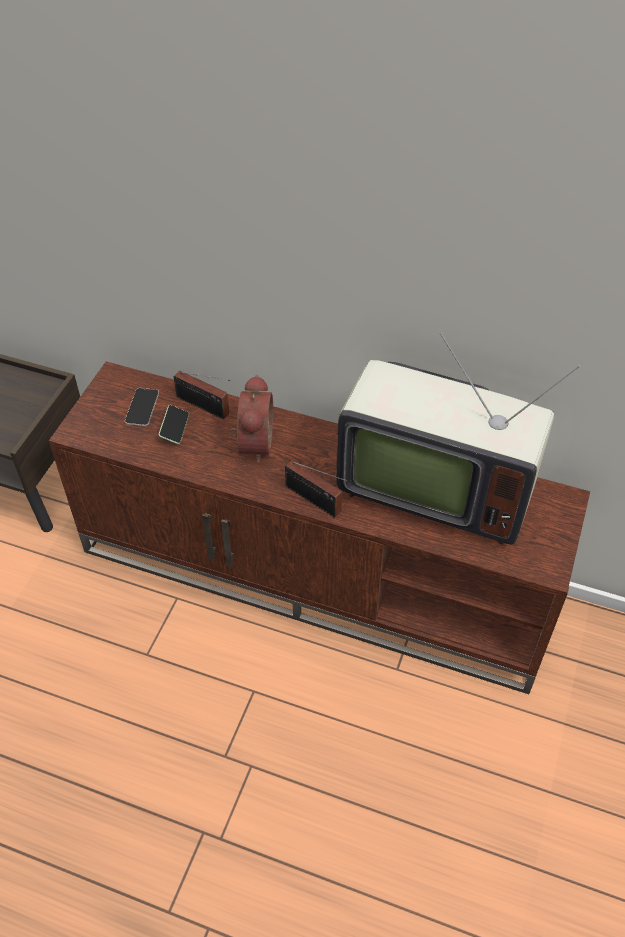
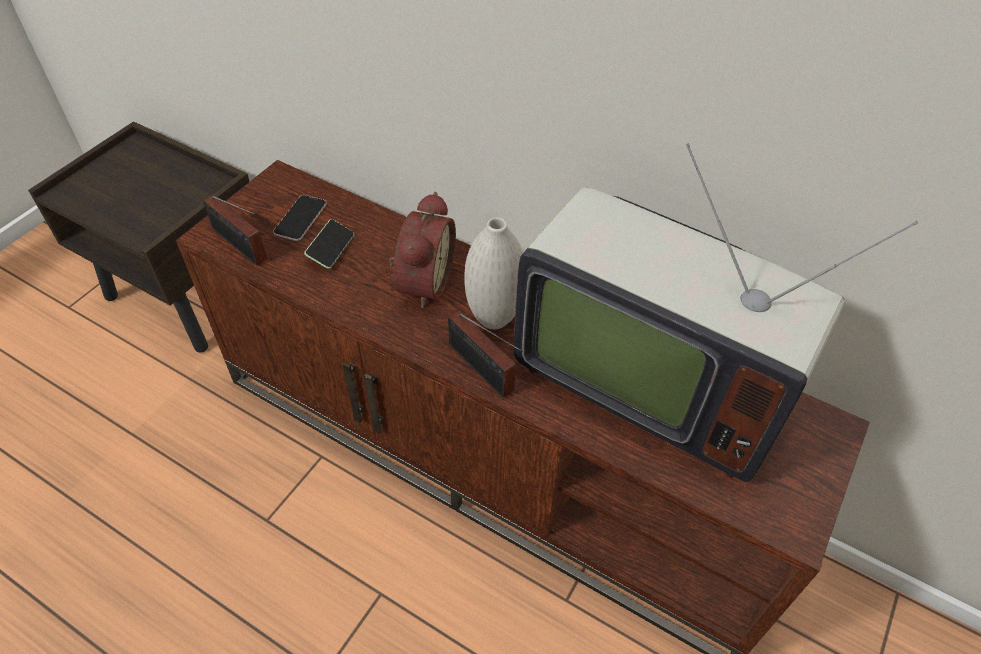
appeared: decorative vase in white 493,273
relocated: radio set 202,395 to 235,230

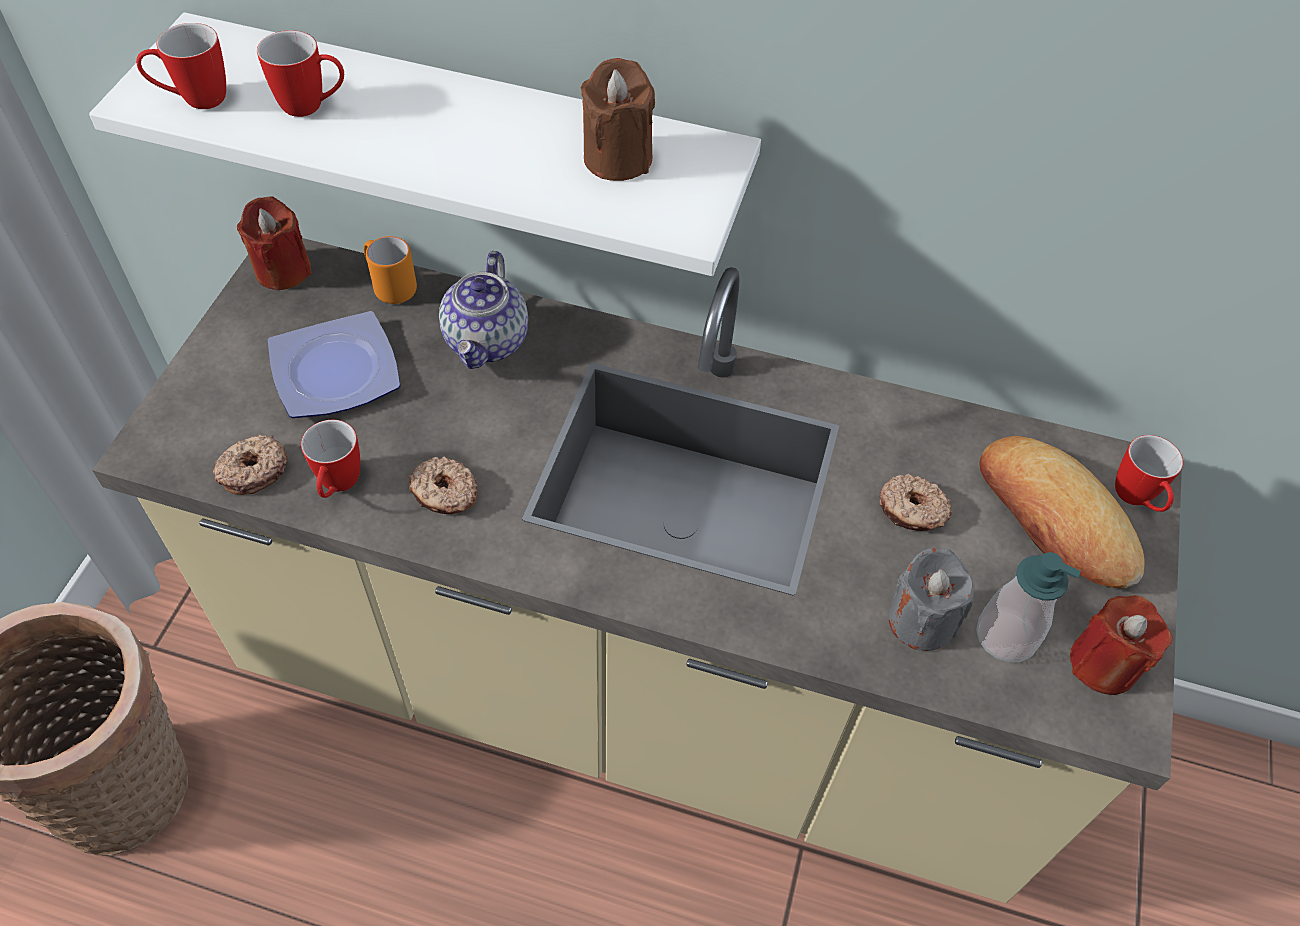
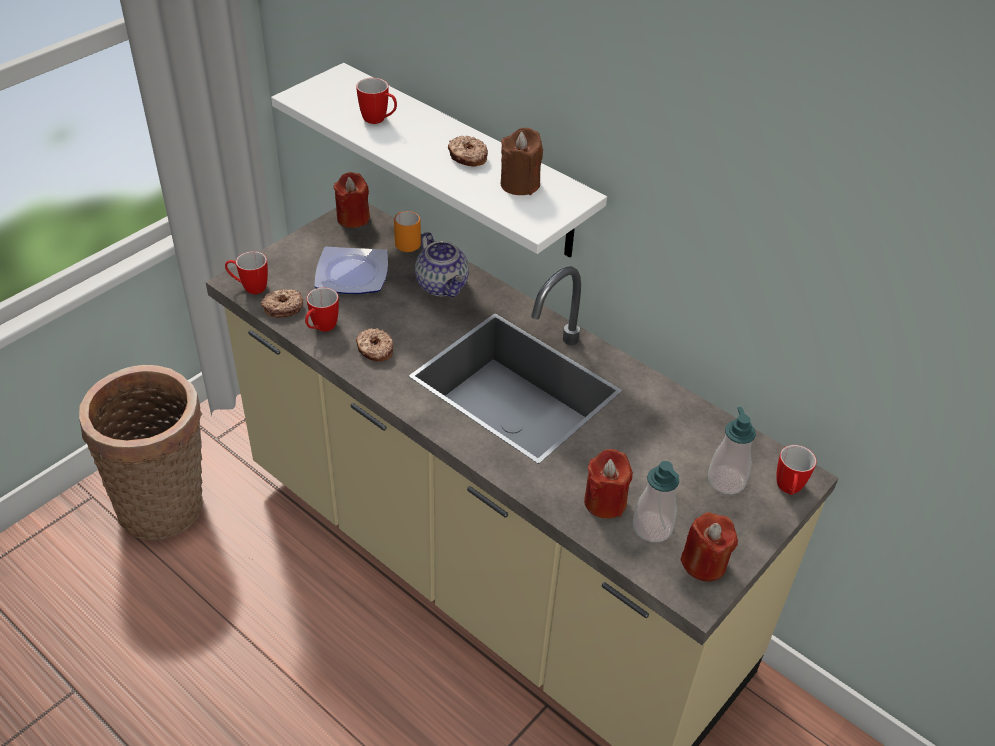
relocated: coffee mug 181,66 to 246,272; doughnut 915,502 to 468,151
exchanged: bakery bread 1062,512 to liquid soap bottle 732,450
colour: candle in grey 932,599 to candle in red-coloured 608,484
spun: tea pot 483,310 = 442,264 60 degrees counterclockwise

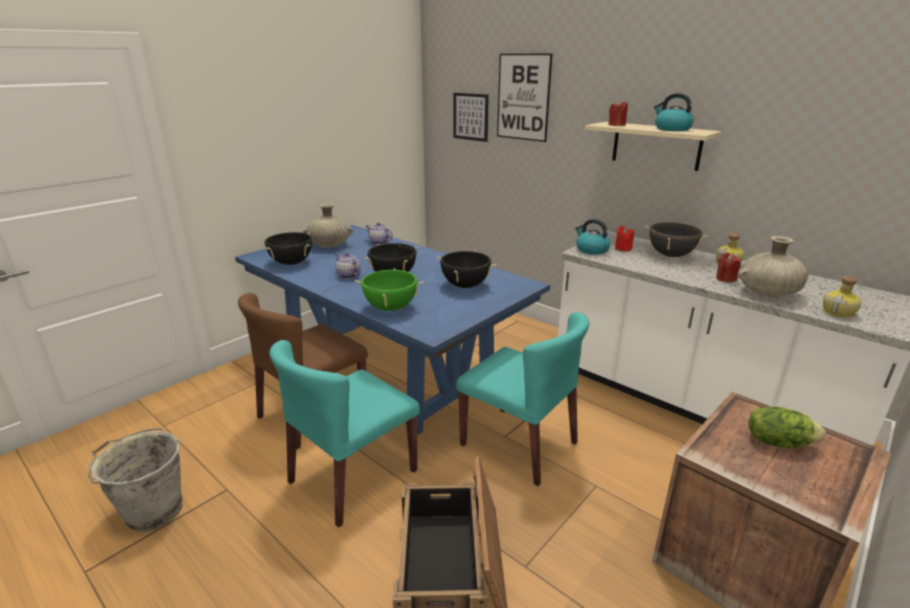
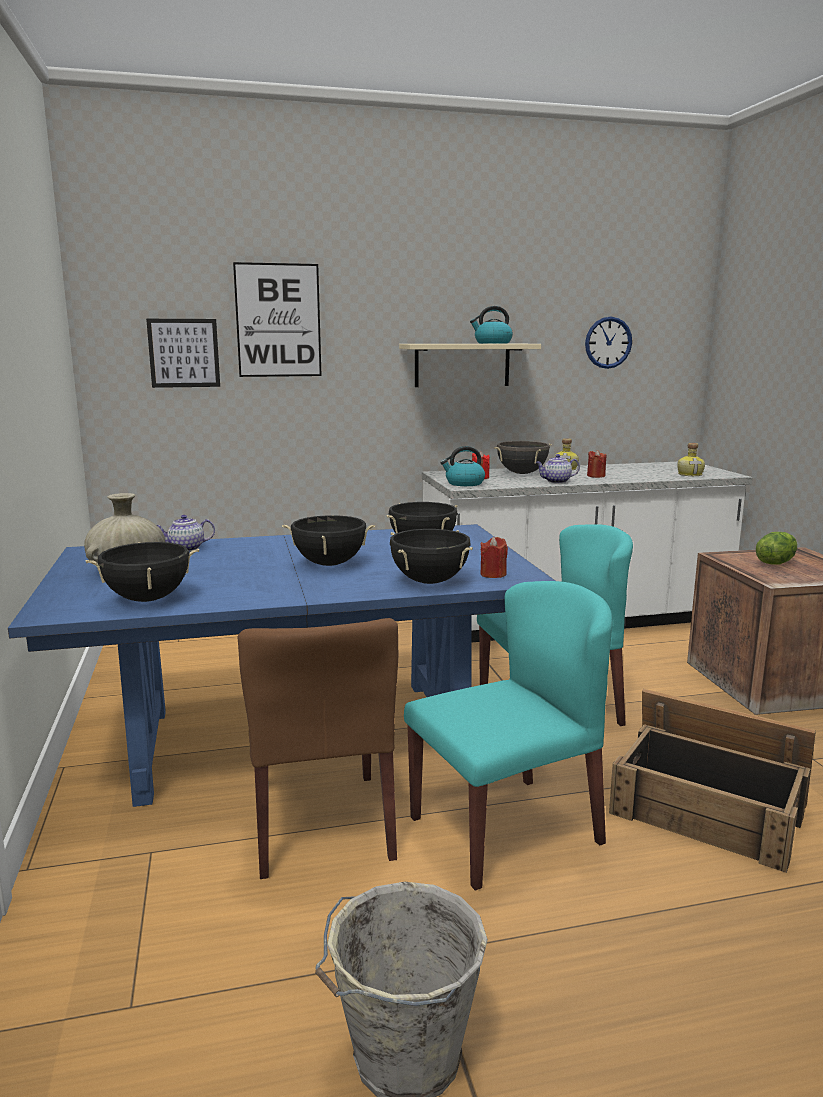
missing: decorative vase in sand-coloured 773,266
appeared: wall clock 608,343
relocated: tea pot 348,266 to 558,468; candle in red-coloured 618,113 to 494,557
colour: saucepot in green 389,289 to saucepot in black 431,556
spun: chair in turquoise 345,434 = 508,736 105 degrees counterclockwise

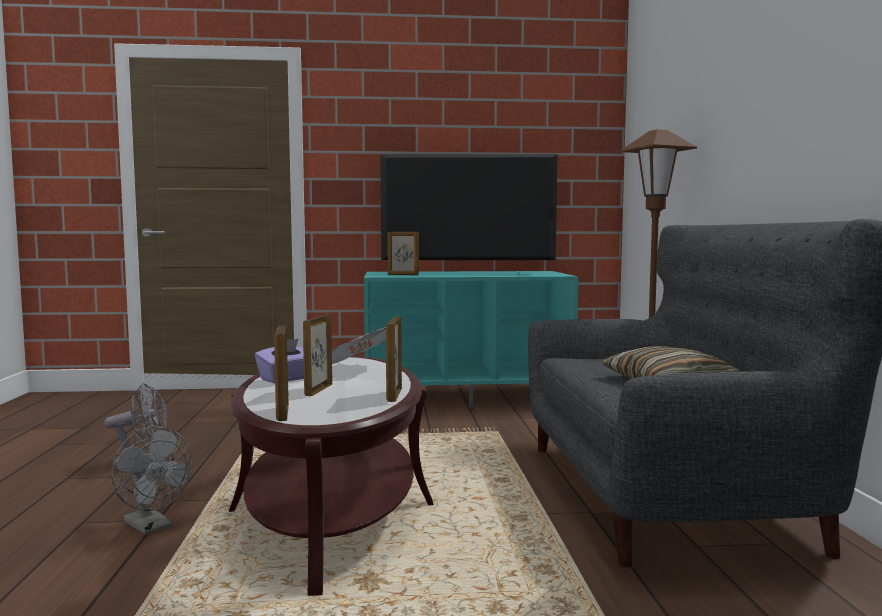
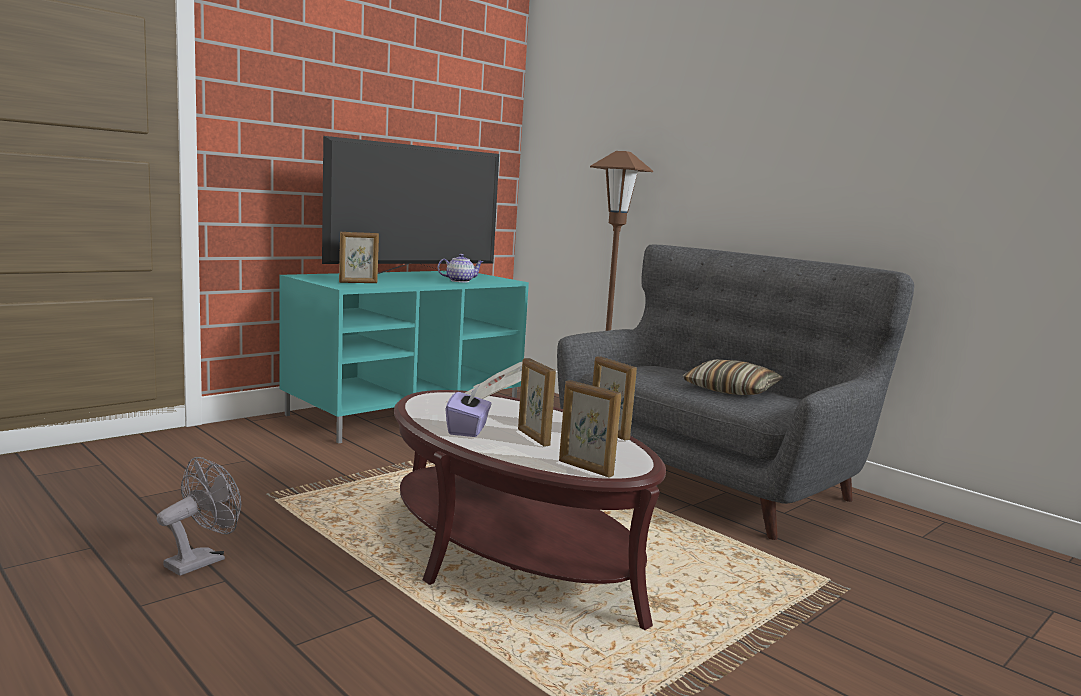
missing: cooling fan in grey 151,480
appeared: tea pot 461,268

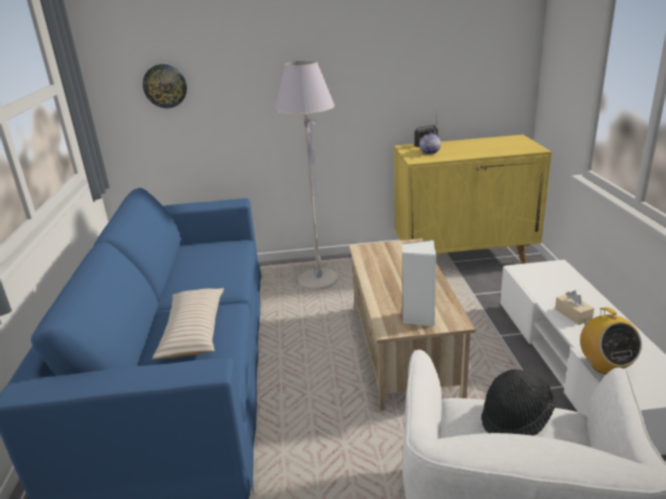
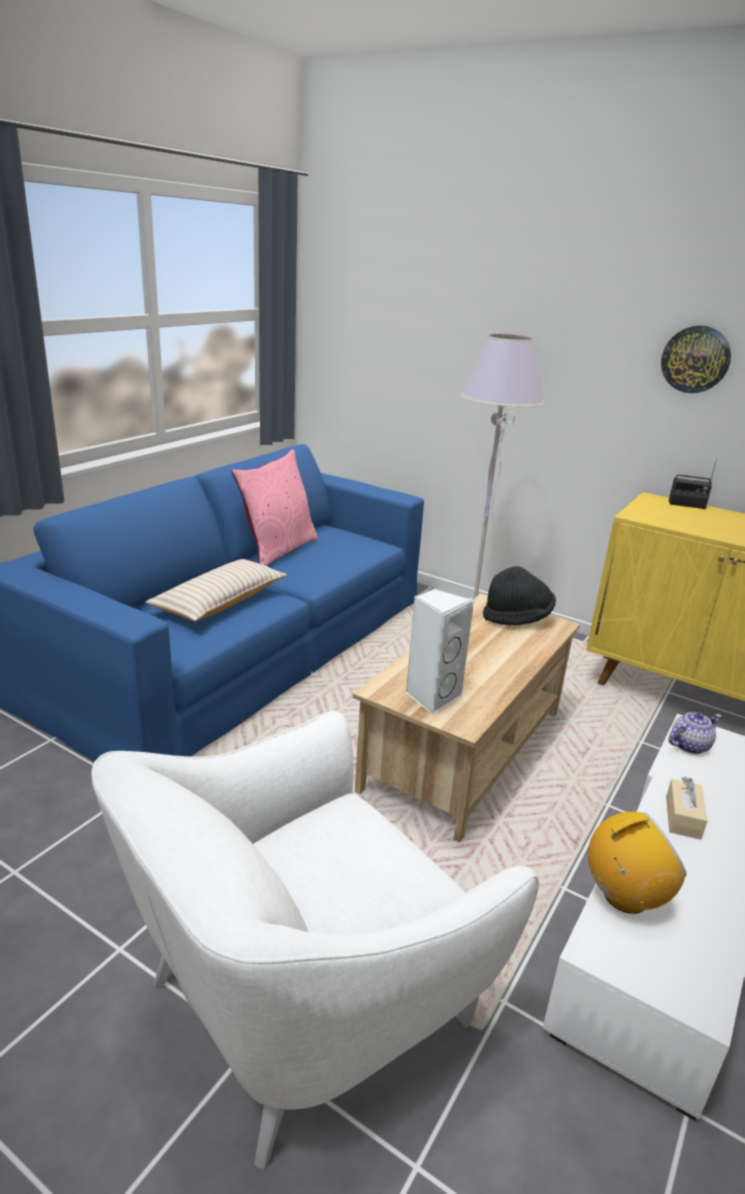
appeared: pillow in pinkish 275,507
relocated: wall clock 165,86 to 696,359; tea pot 430,143 to 695,733; clothing hat in black 518,402 to 519,596
spun: radio set 611,340 = 637,863 135 degrees counterclockwise

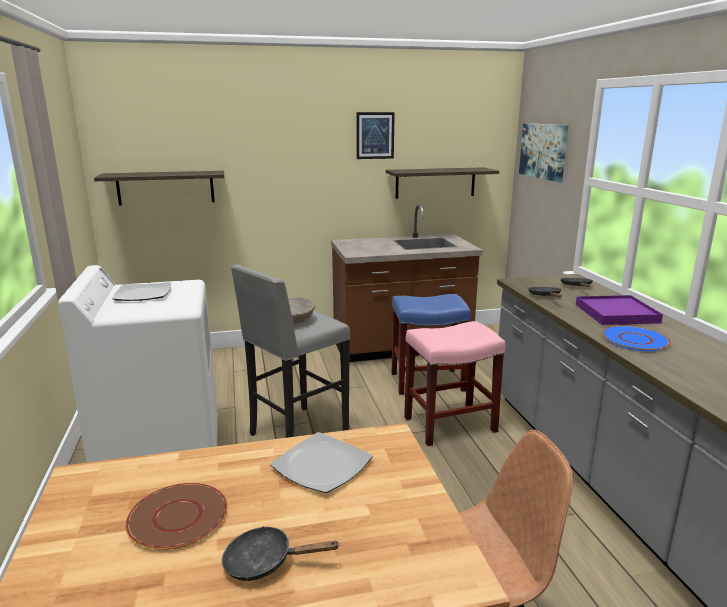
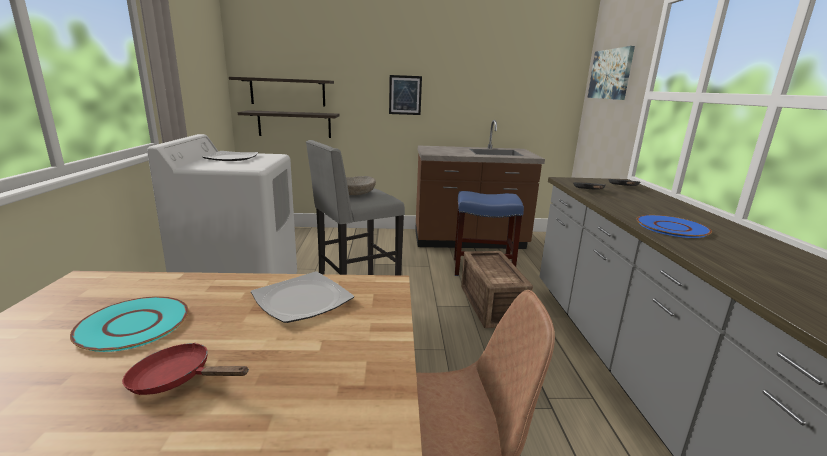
missing: carrying tray in purplish 619,310
relocated: wall art 375,135 to 405,95; wall shelf 442,183 to 289,124
exchanged: sitting stool in pinkish 455,384 to packing crate 497,289
colour: plate in brown 176,516 to plate in turquoise 129,324; pan in black 280,553 to pan in red-coloured 185,369

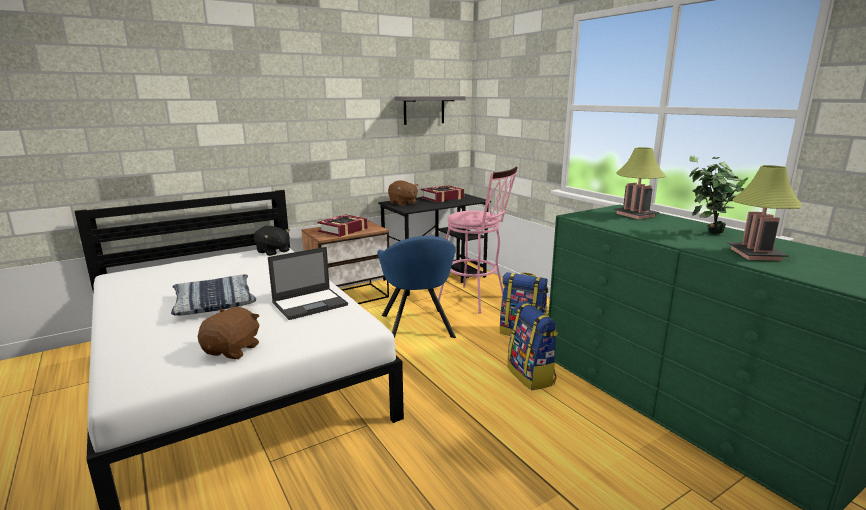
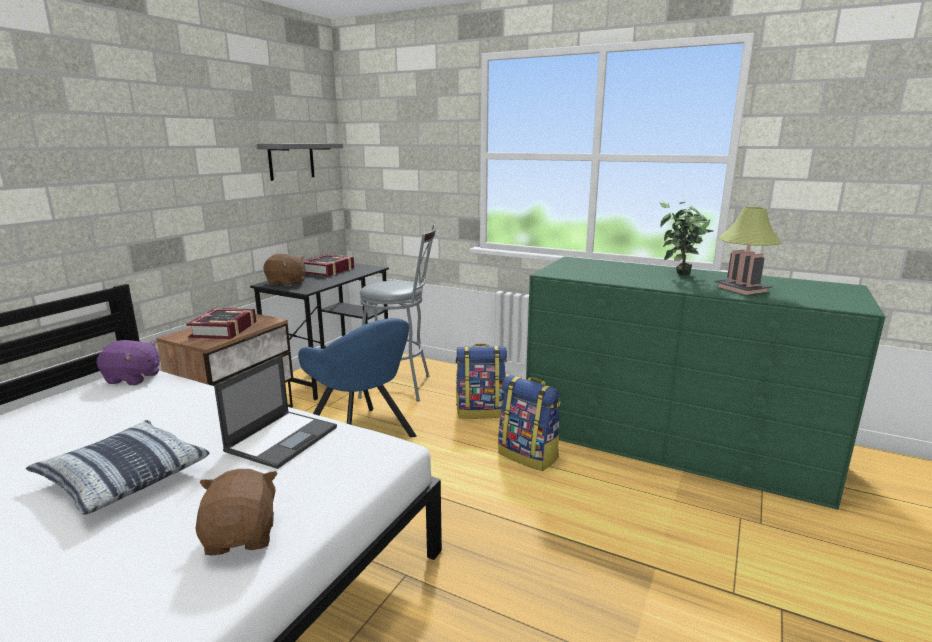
missing: table lamp 639,183
colour: cuddly toy in black 272,241 to cuddly toy in purplish 128,362; sitting stool in pinkish 478,240 to sitting stool in grey 397,312

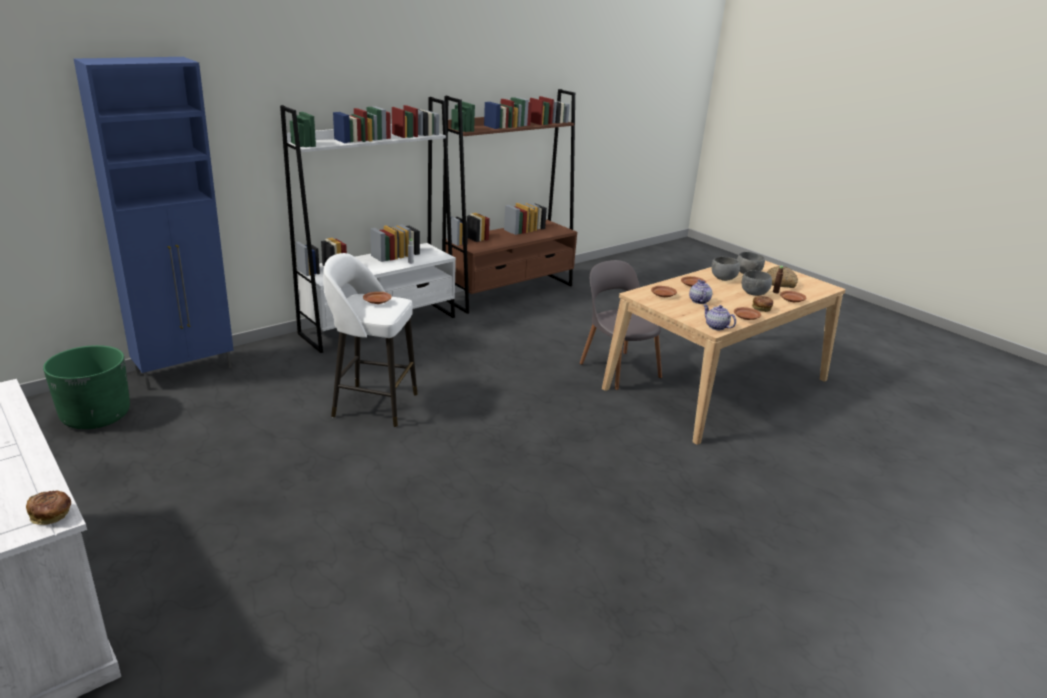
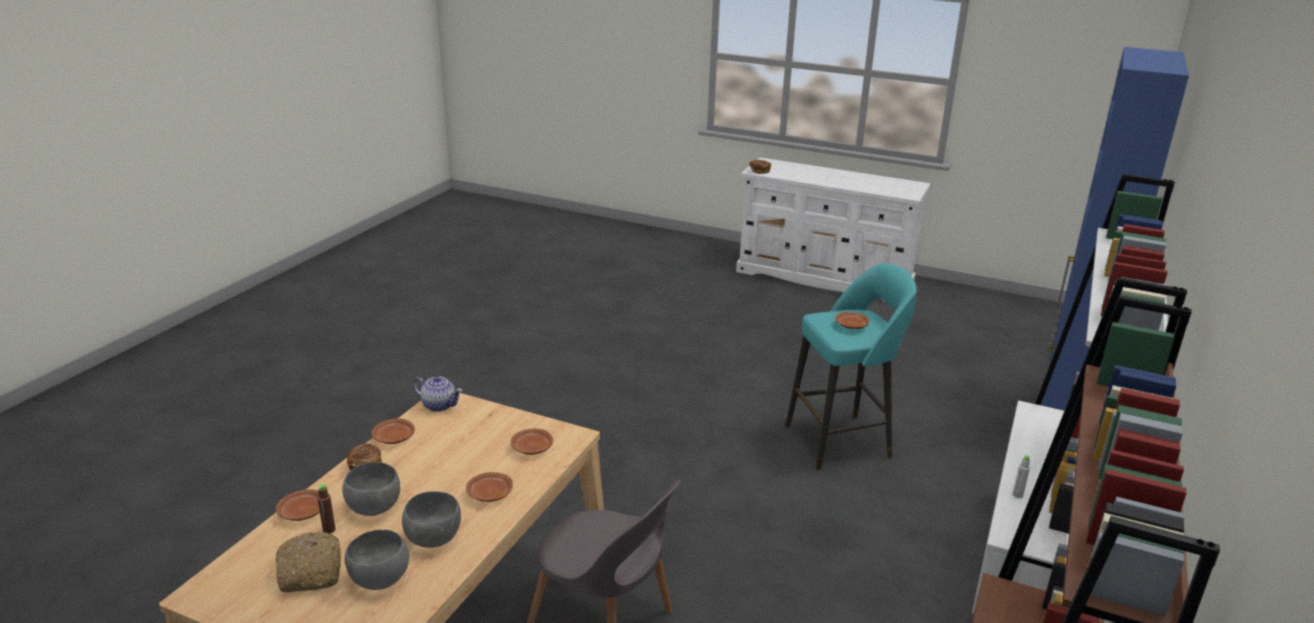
missing: flower pot in green 86,387; tea pot 700,292
colour: sitting stool in white 370,340 to sitting stool in turquoise 851,366

